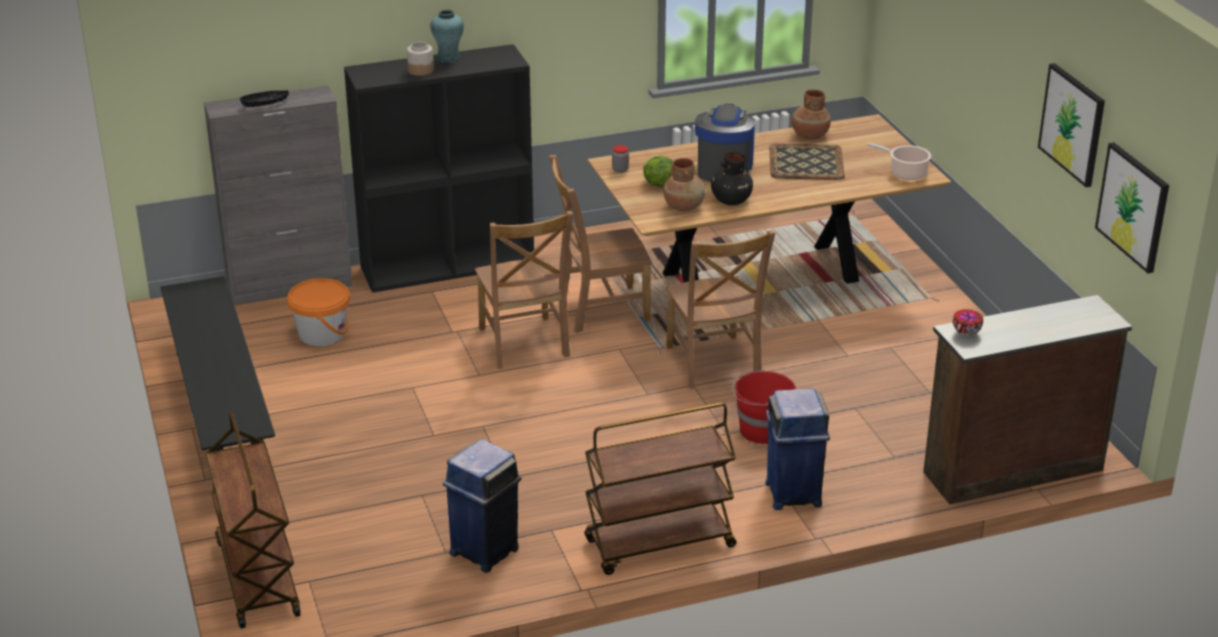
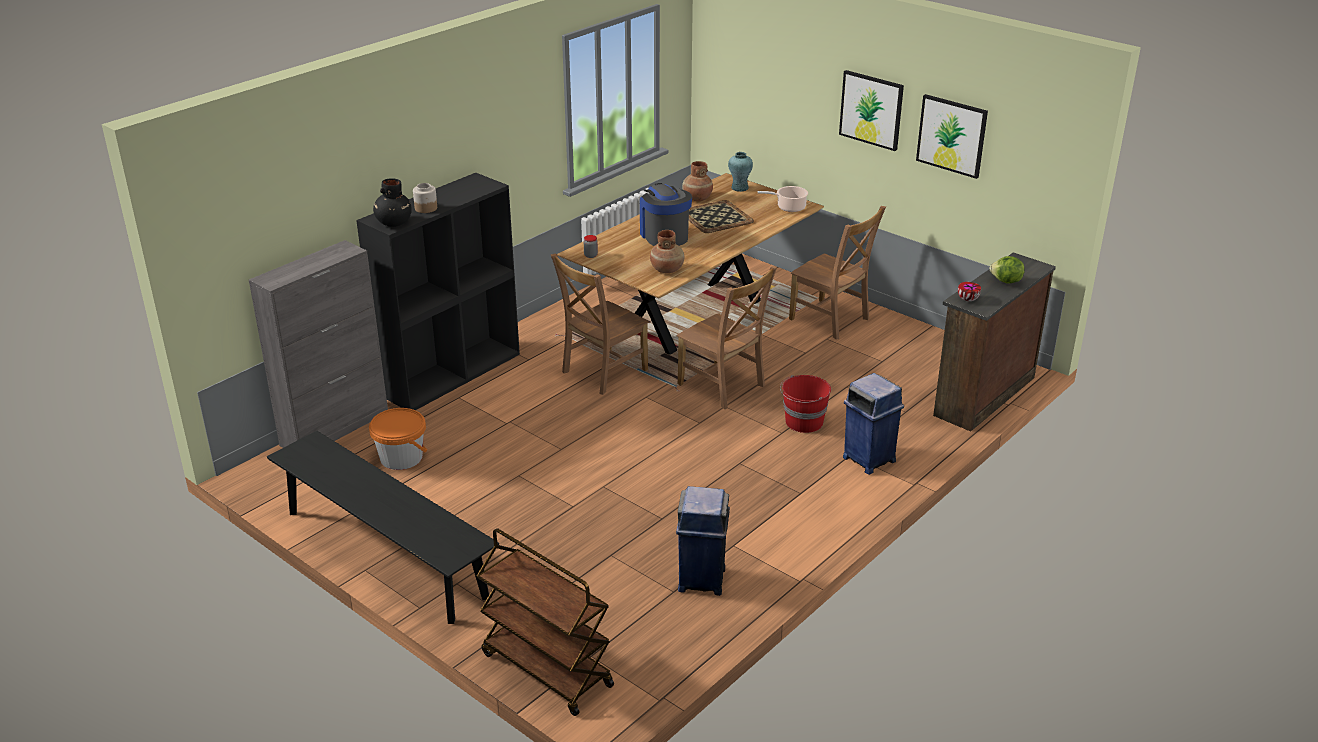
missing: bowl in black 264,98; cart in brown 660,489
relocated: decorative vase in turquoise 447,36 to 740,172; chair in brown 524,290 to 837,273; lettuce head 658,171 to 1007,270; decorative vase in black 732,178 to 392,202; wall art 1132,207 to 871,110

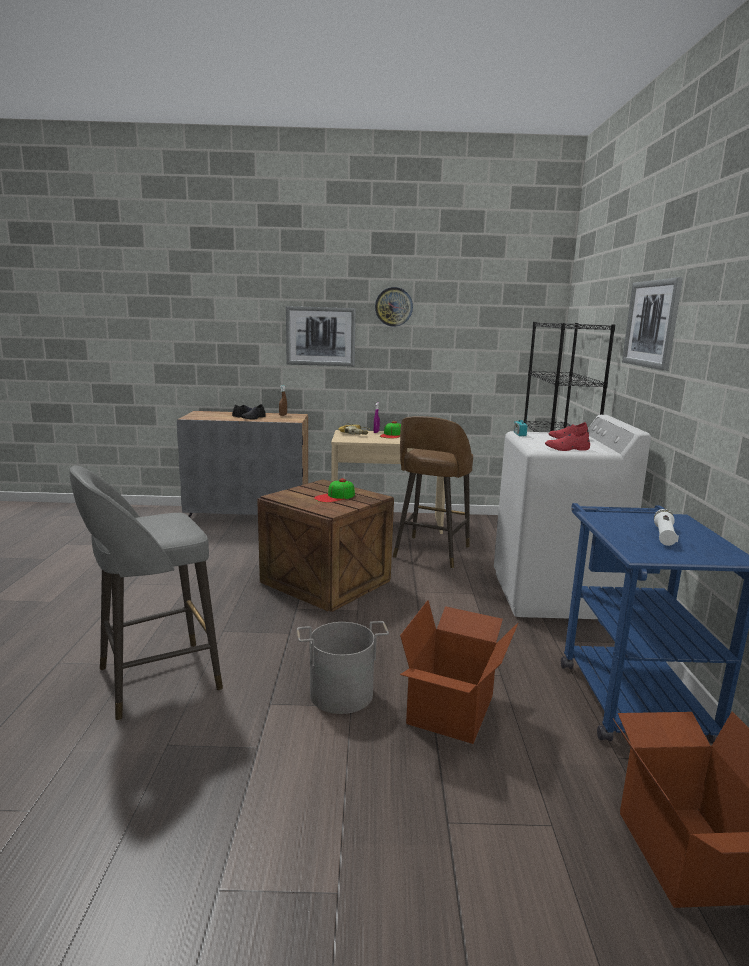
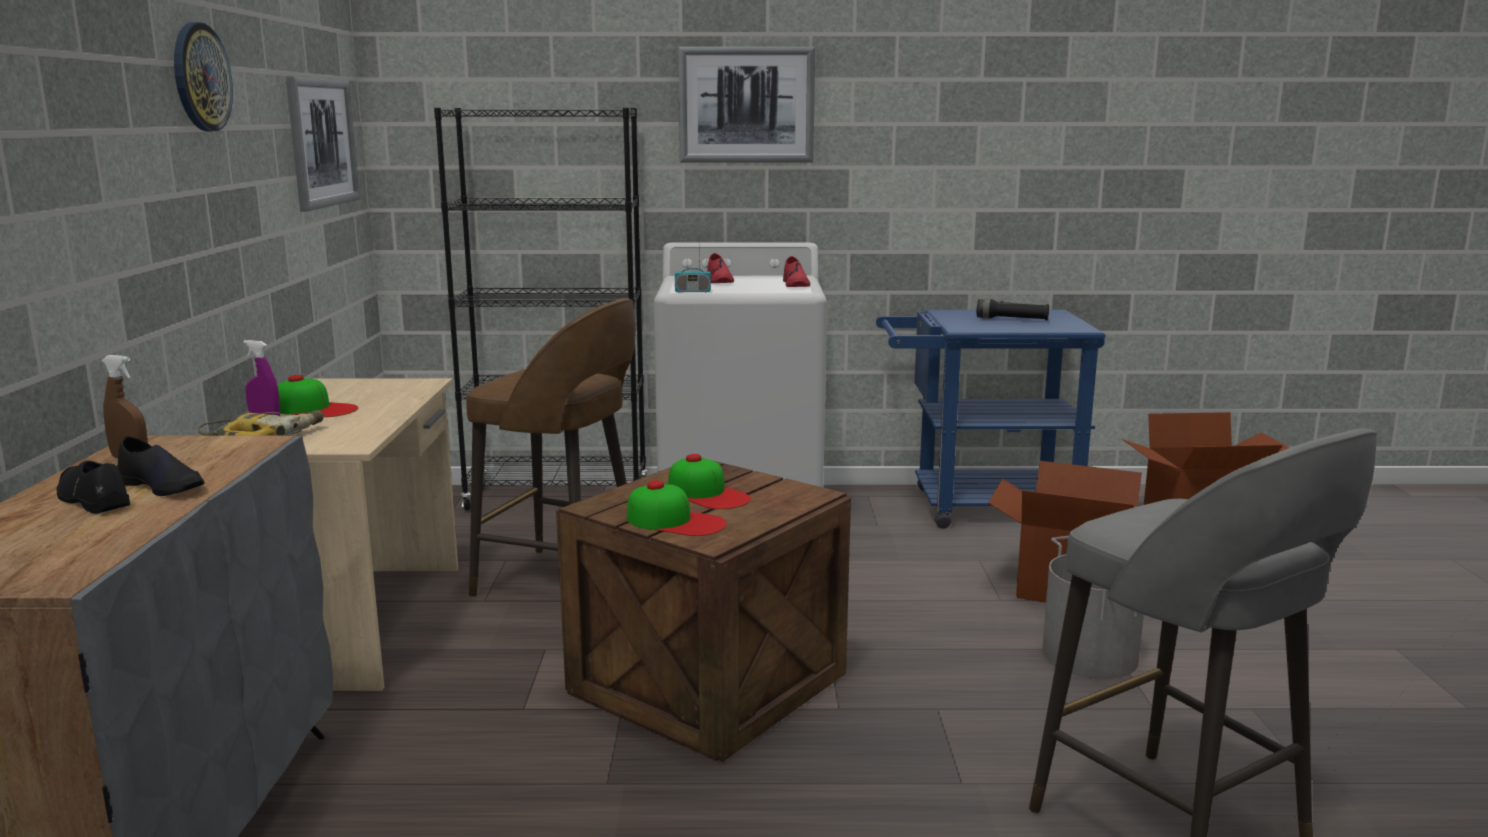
appeared: peaked cap 677,508
relocated: wall art 321,336 to 323,143
colour: hand torch in white 666,527 to hand torch in black 1013,309

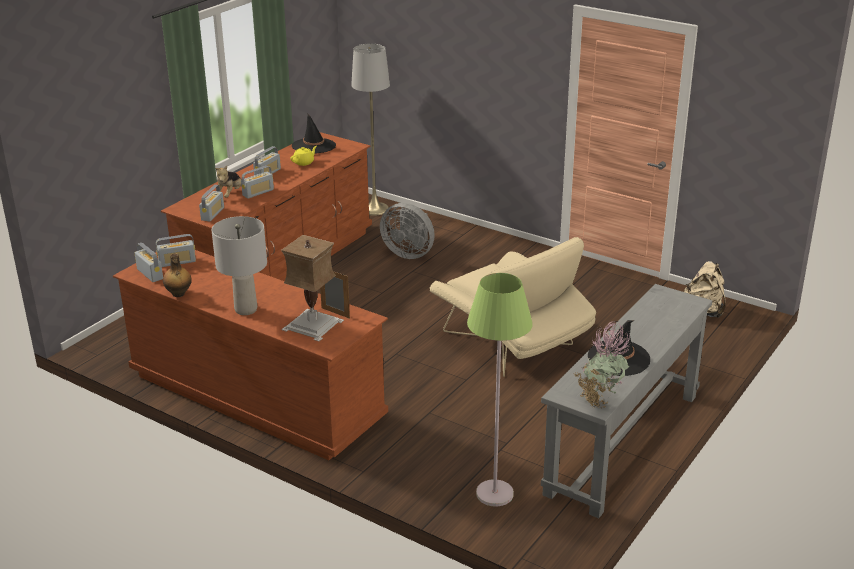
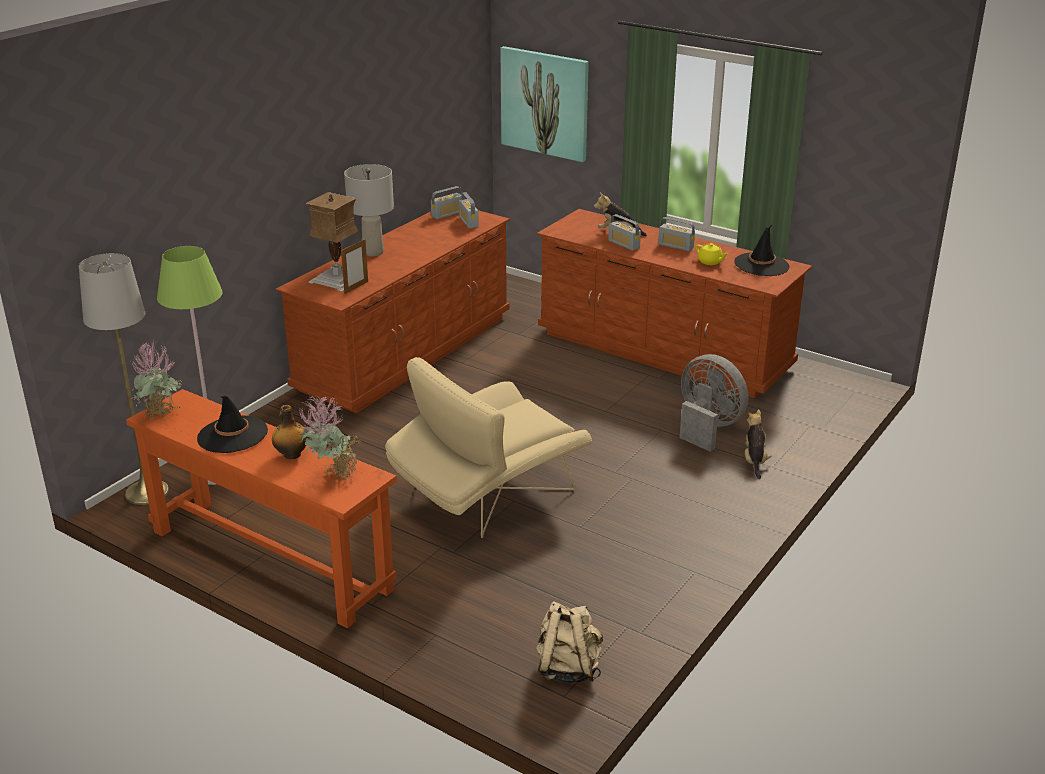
missing: radio set 211,203
appeared: potted plant 330,438; wall art 544,104; cuddly toy 758,444
relocated: bottle 177,275 to 290,432; standard lamp in grey 370,130 to 124,379
colour: hall table in grey 626,401 to hall table in orangey 261,508
spun: cooling fan in grey 407,231 = 714,403 105 degrees clockwise

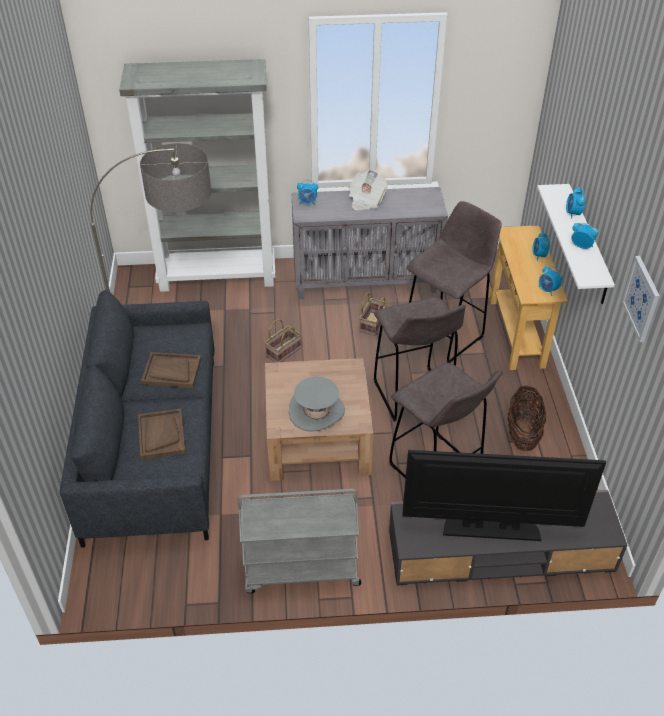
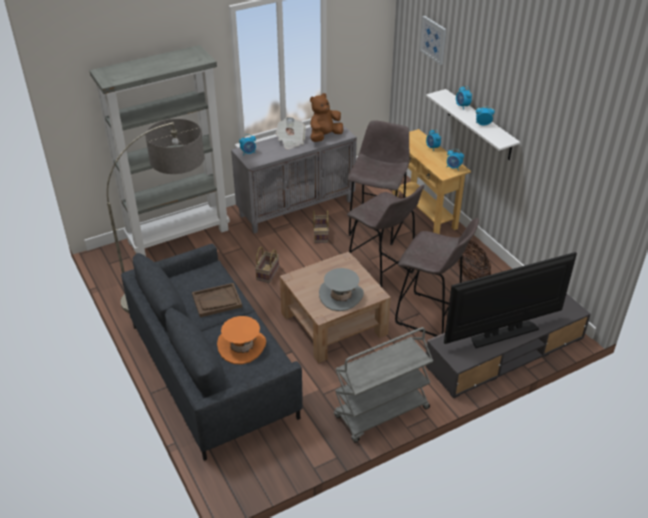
appeared: cuddly toy in brown 327,117
relocated: wall art 641,299 to 433,40
exchanged: carrying tray in brown 162,434 to clothing hat in orangey 241,340

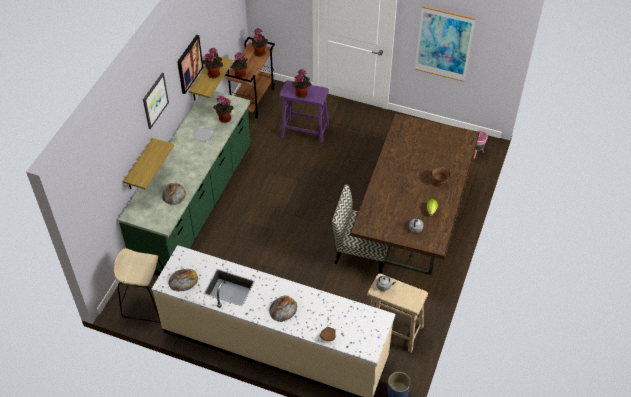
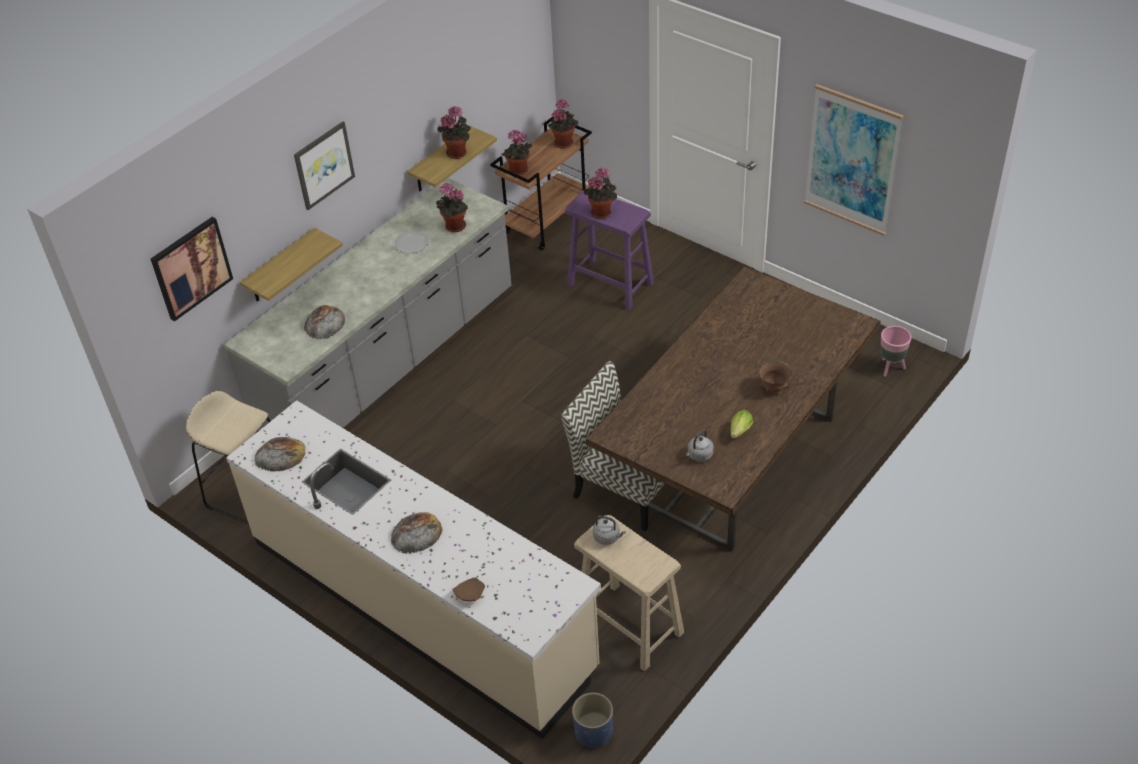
relocated: wall art 190,64 to 192,269
colour: kitchen base unit in green 184,183 to kitchen base unit in grey 368,306

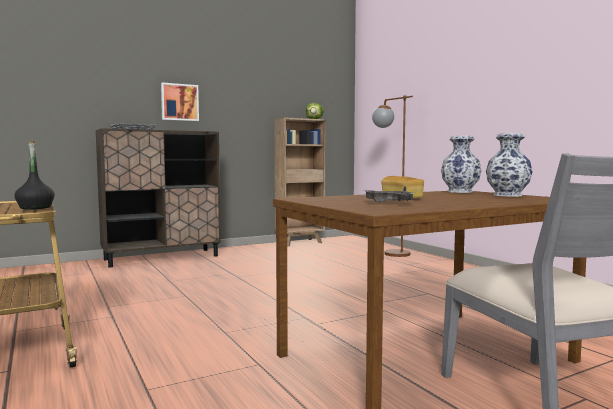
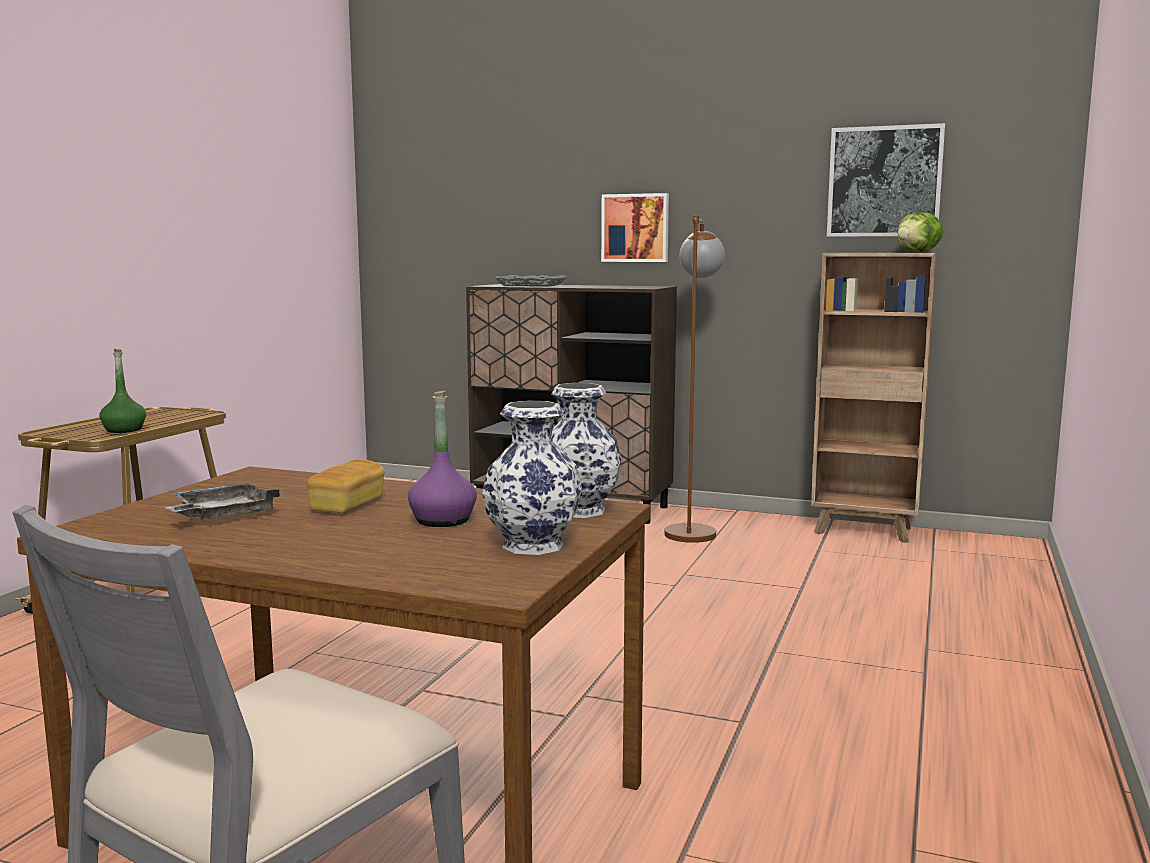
appeared: bottle in purplish 442,459; wall art 886,180
relocated: standard lamp in brown 392,176 to 694,379
colour: bottle in black 34,175 to bottle in green 122,391

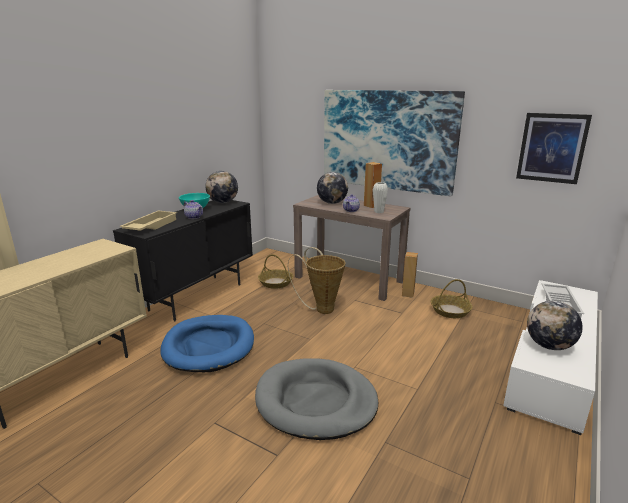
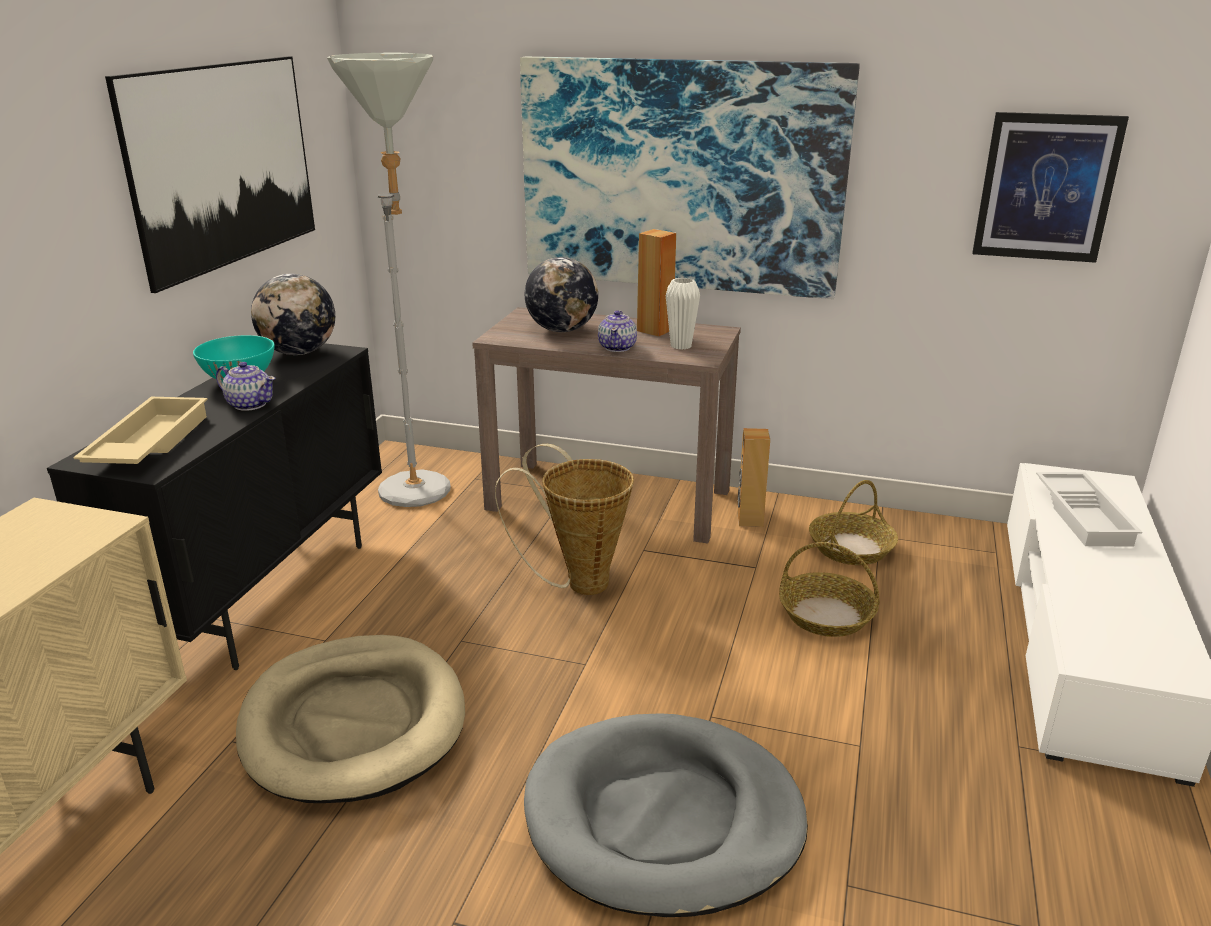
missing: world globe 555,325
appeared: wall art 210,174; standard lamp in grey 389,280
relocated: basket 275,271 to 829,589
colour: dog cushion in blue 207,343 to dog cushion in sand-coloured 350,719

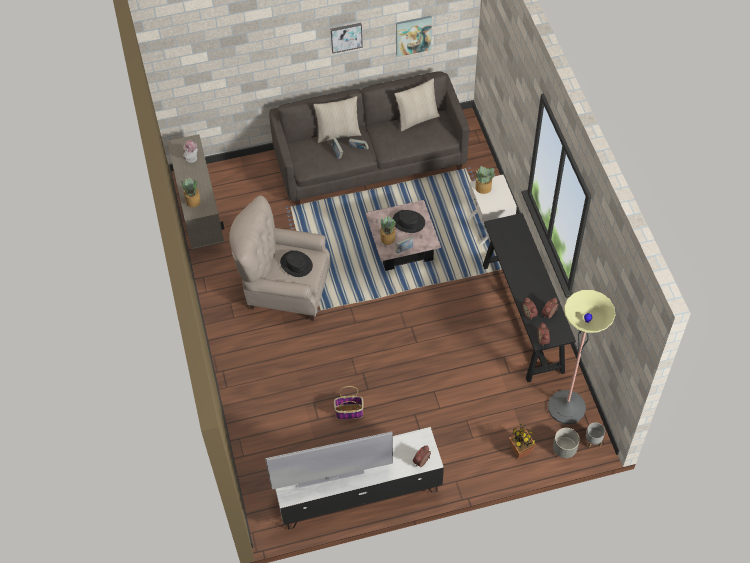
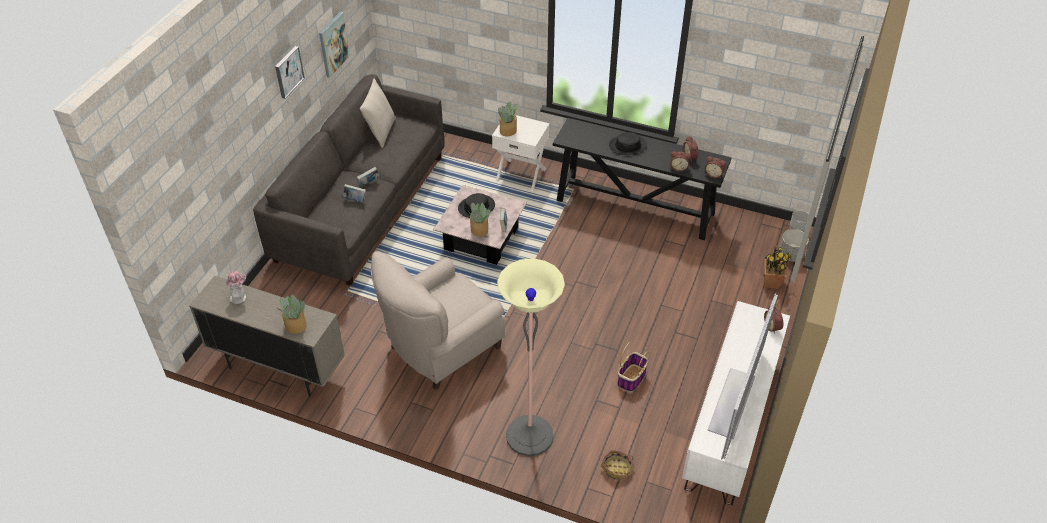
missing: pillow in sand-coloured 337,119
appeared: basket 617,465
relocated: clothing hat in black 296,263 to 628,143; standard lamp 581,357 to 531,357

